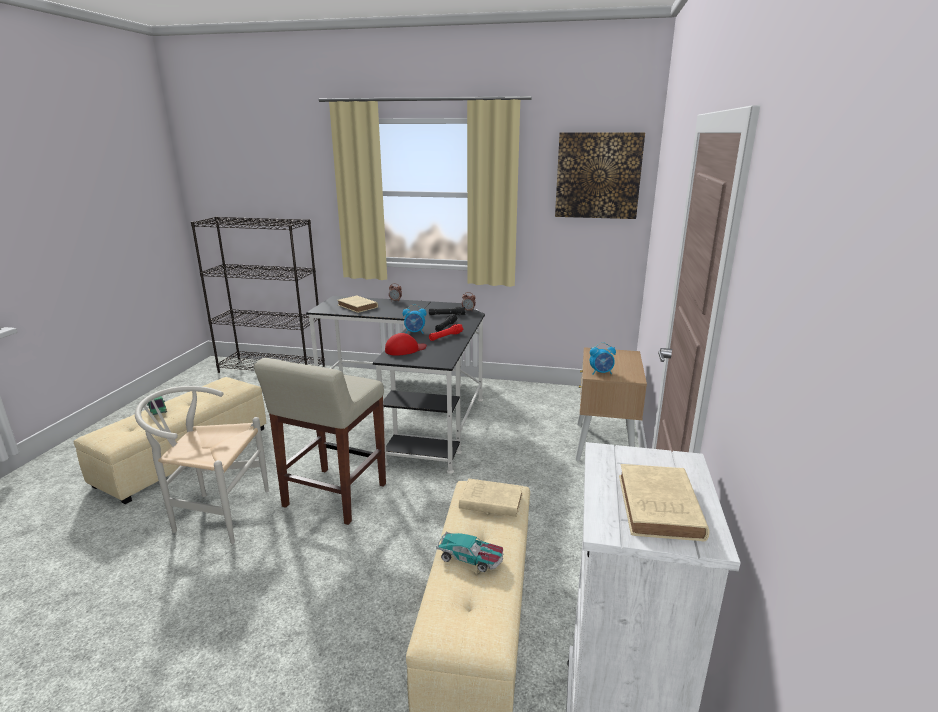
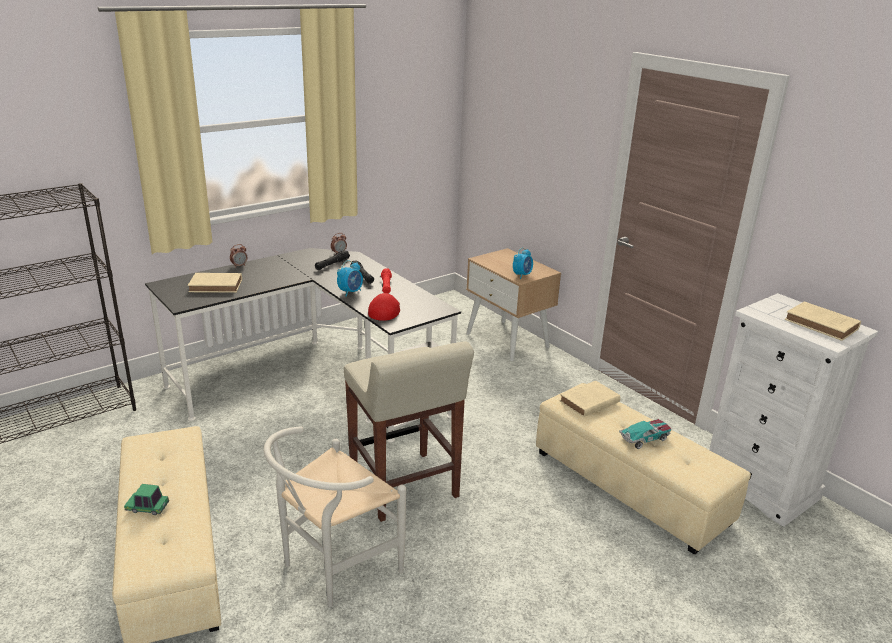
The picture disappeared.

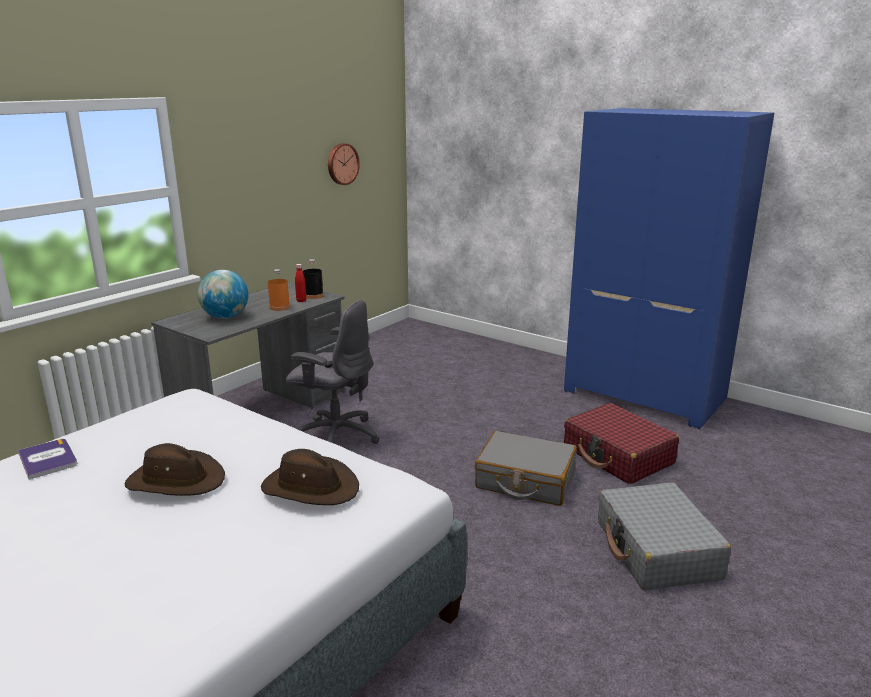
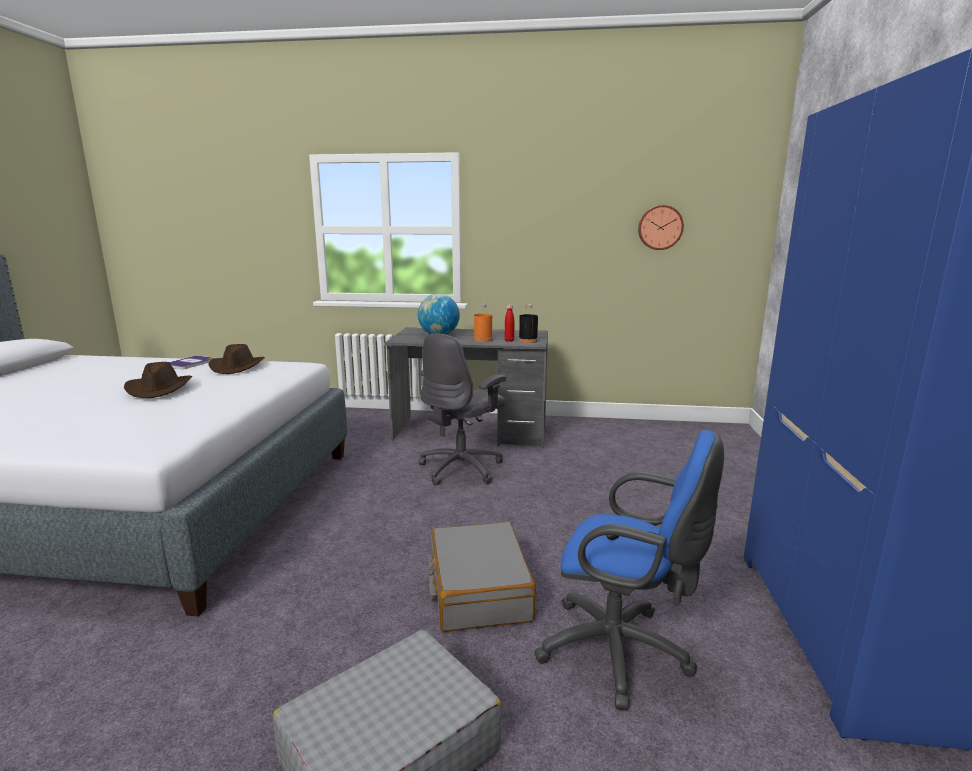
The brown hat (no. 2 from left) moved.
The red suitcase was replaced by the blue office chair.
The grey office chair turned 45 degrees clockwise.

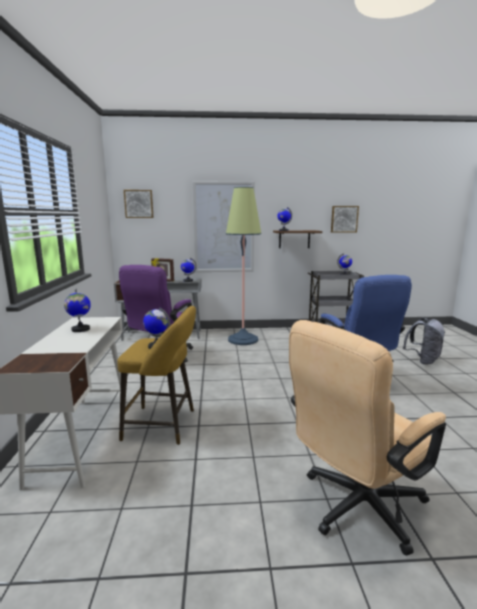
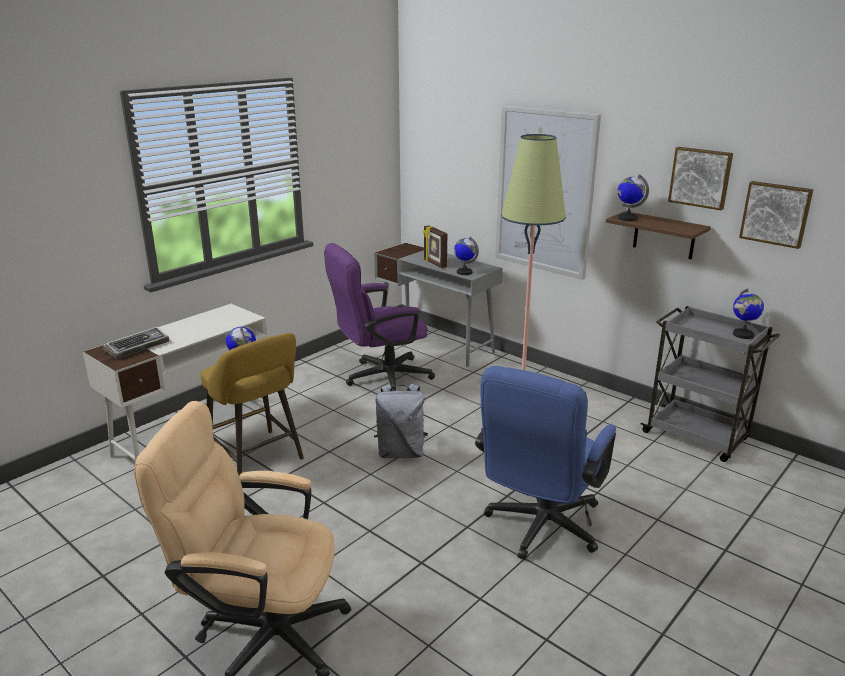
The globe (no. 1 from left) disappeared.
The keyboard appeared.
The picture (no. 1 from left in the first image) moved.
The grey backpack moved.

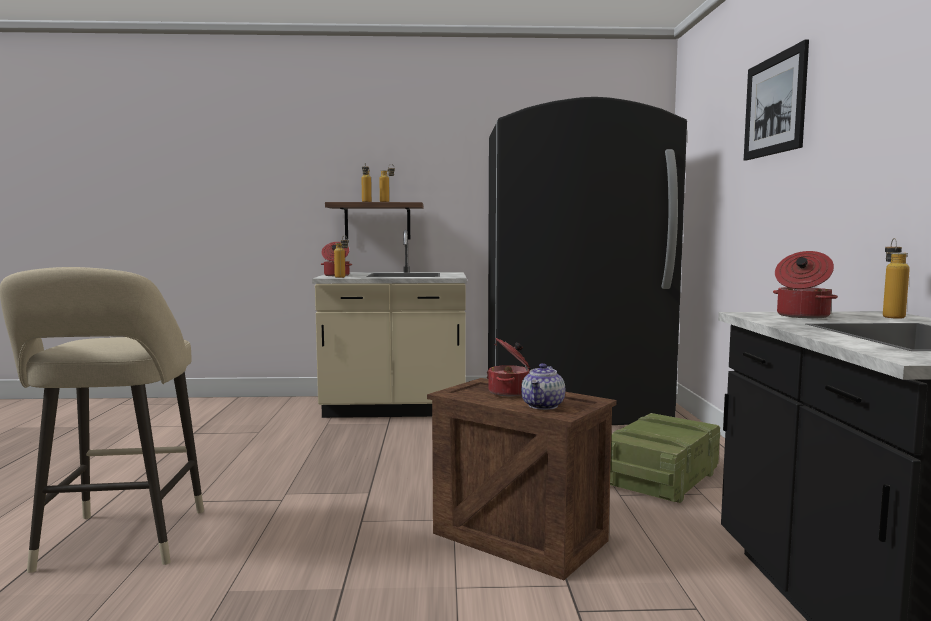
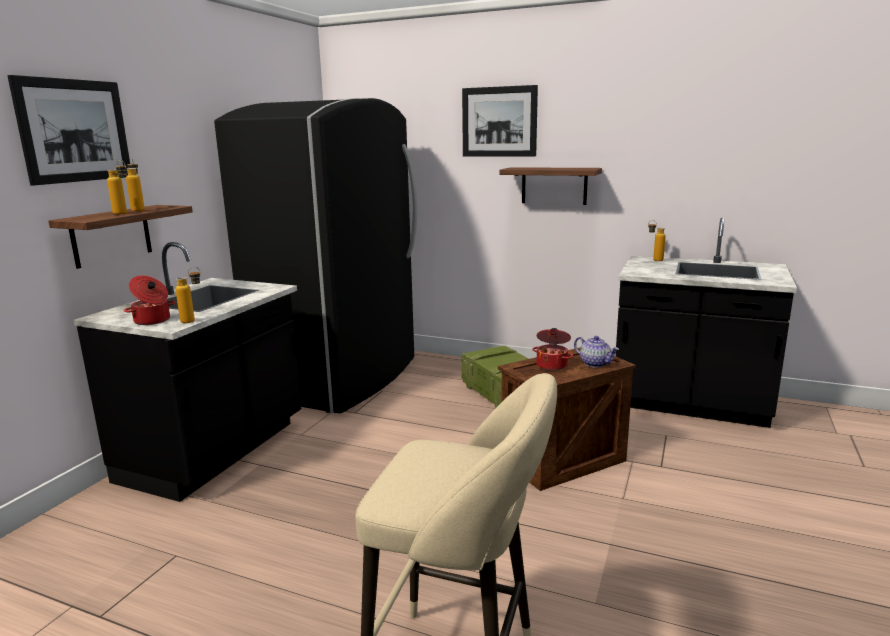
The cooking pot (no. 3 from left) disappeared.
The picture (no. 1 from left) appeared.
The shelf (no. 2 from left) appeared.
The beige counter became the black counter (no. 1 from left).

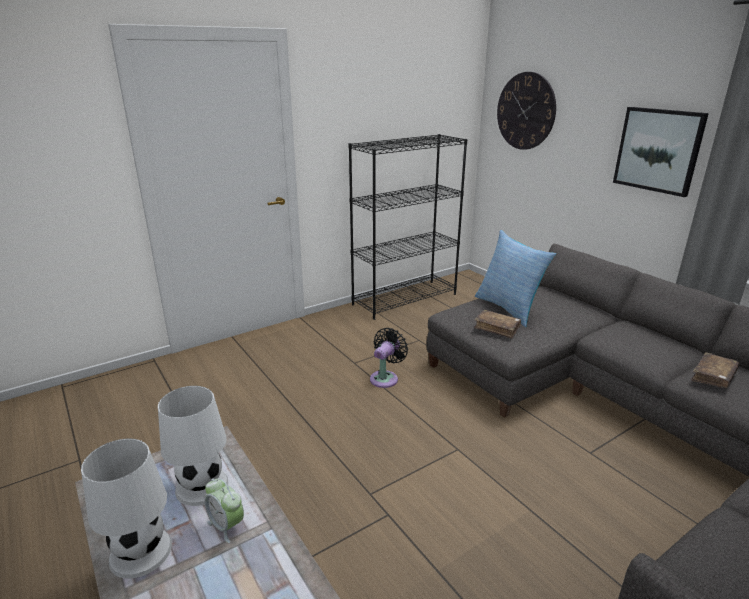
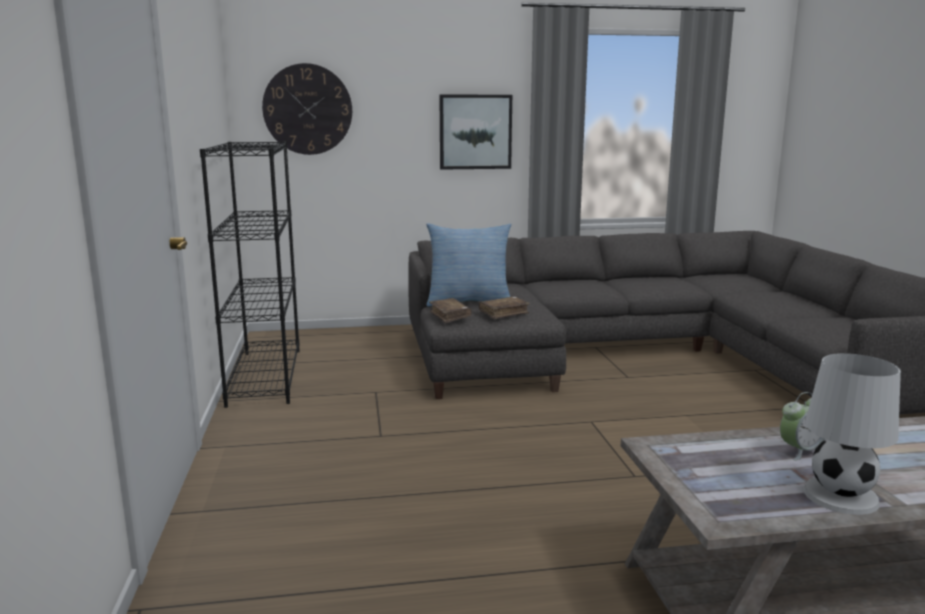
The white table lamp (no. 2 from left) disappeared.
The black fan disappeared.
The brown book (no. 2 from left in the first image) moved.

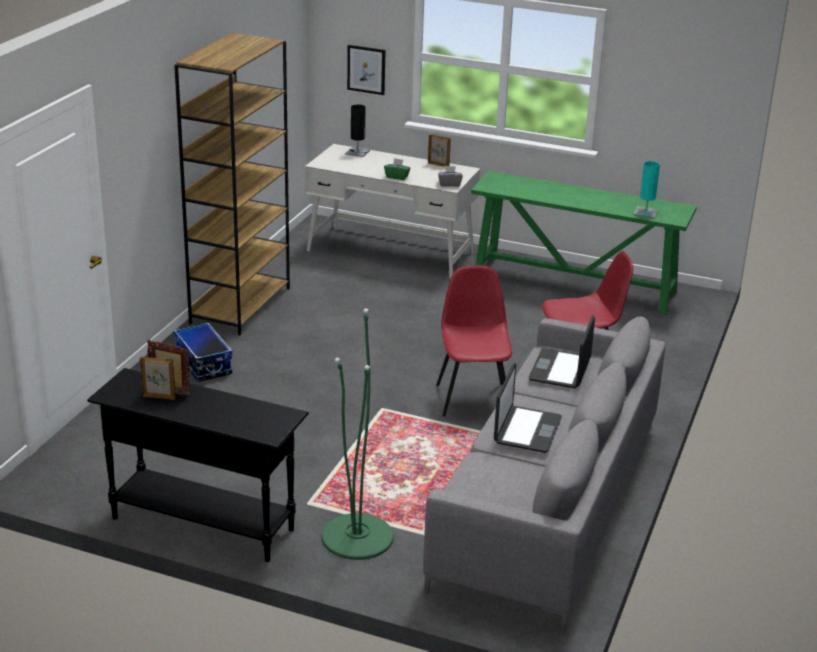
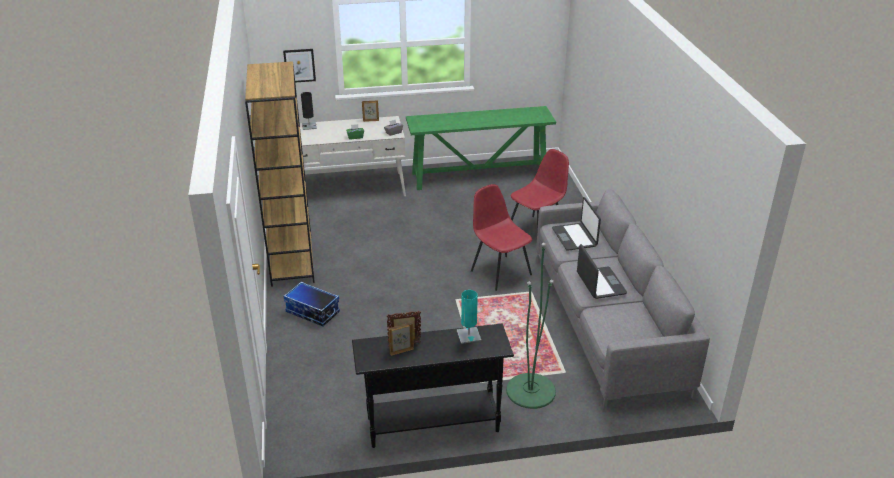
The turquoise table lamp moved.

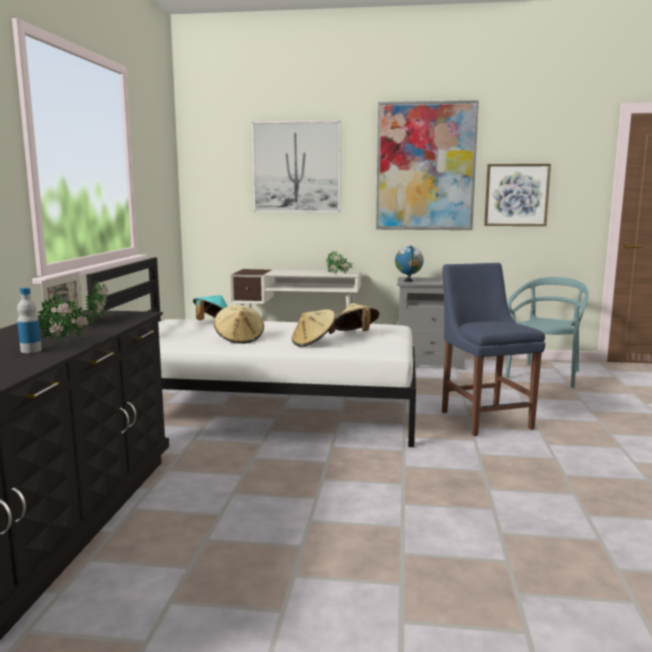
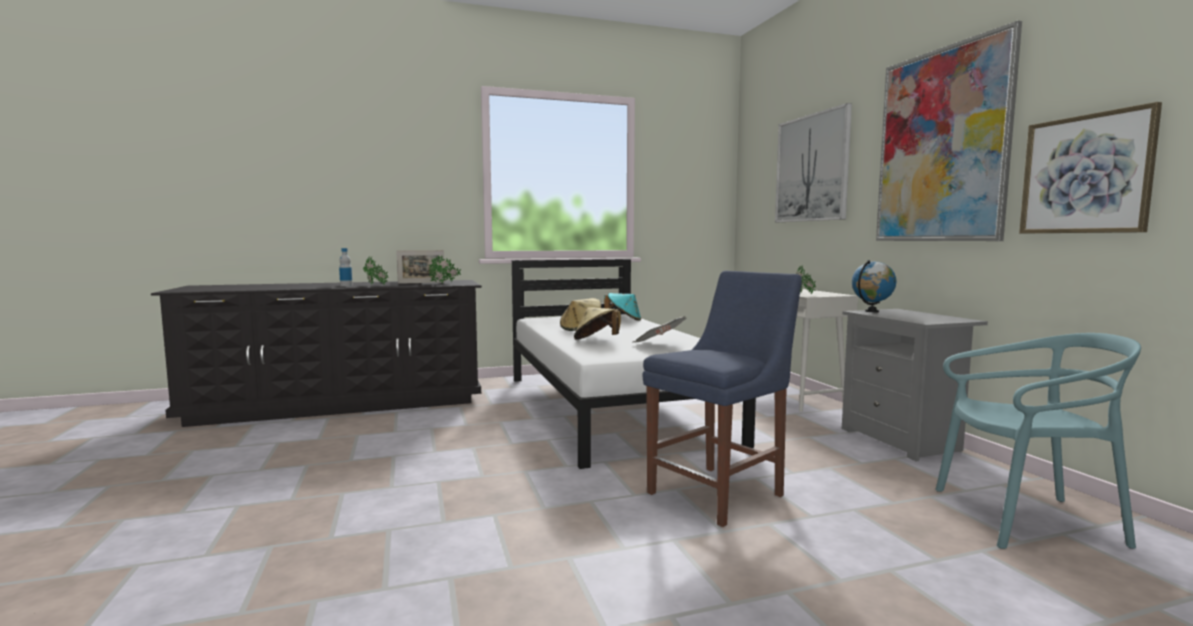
The beige hat (no. 3 from left) was replaced by the newspaper.

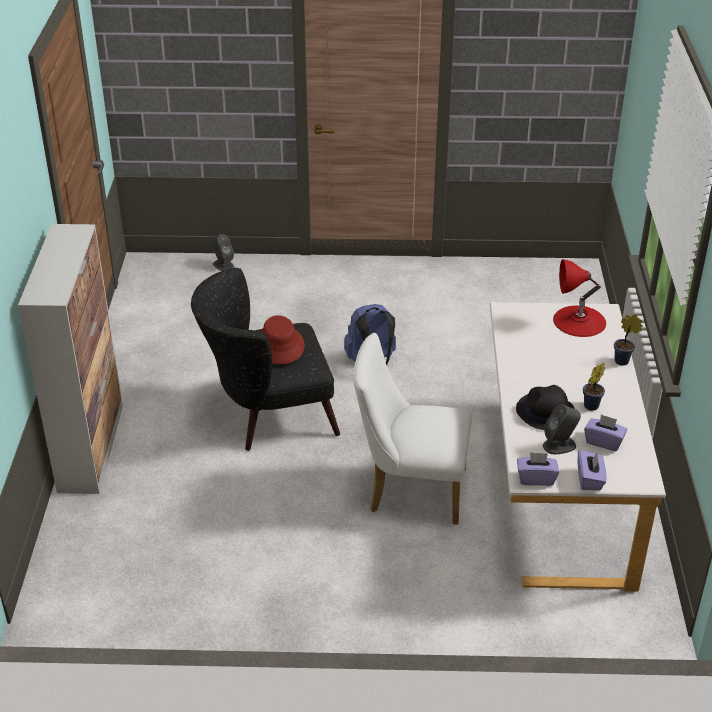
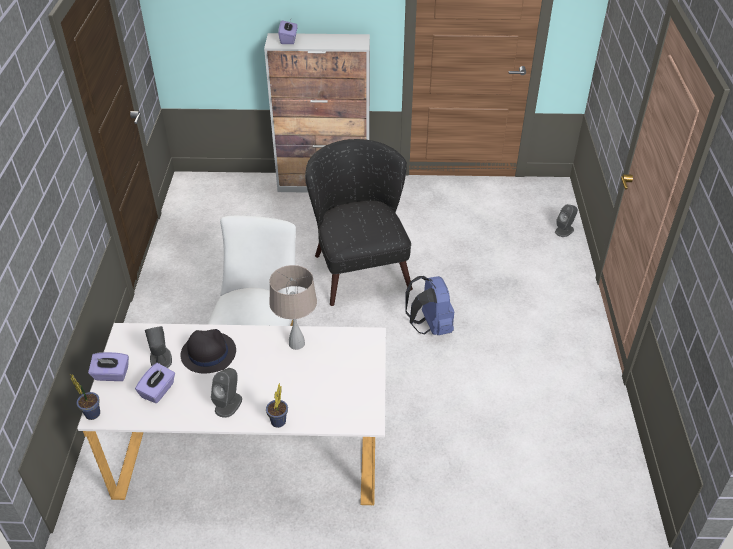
The red hat disappeared.
The red table lamp disappeared.
The grey speaker (no. 2 from left) appeared.
The beige table lamp appeared.
The purple tissue box (no. 1 from left in the first image) moved.
The potted plant (no. 1 from left) moved.

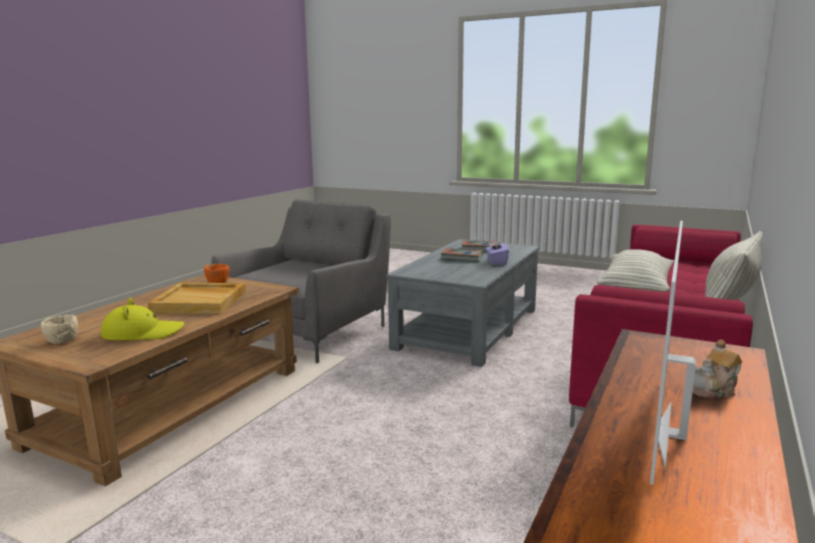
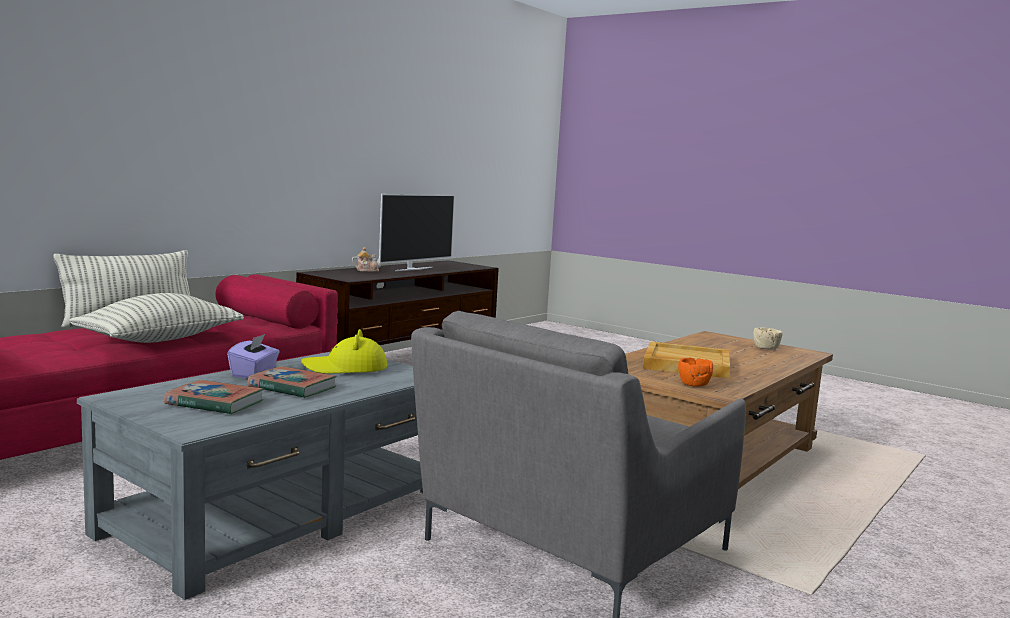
The yellow hat moved.

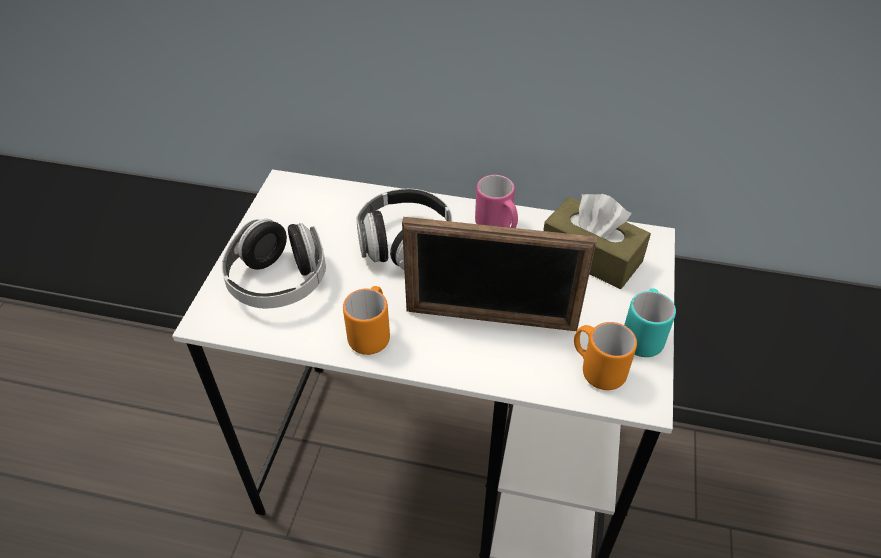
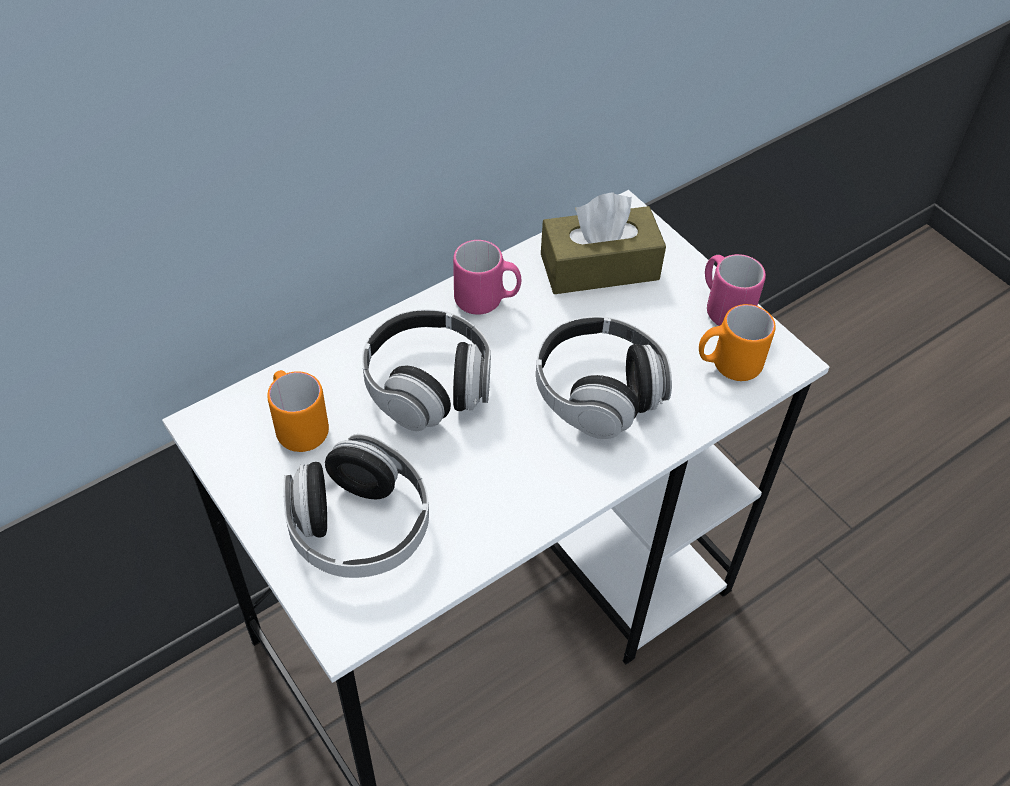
The orange mug (no. 1 from left) moved.
The picture frame was replaced by the headphones (no. 3 from left).
The turquoise mug became the pink mug (no. 2 from left).

